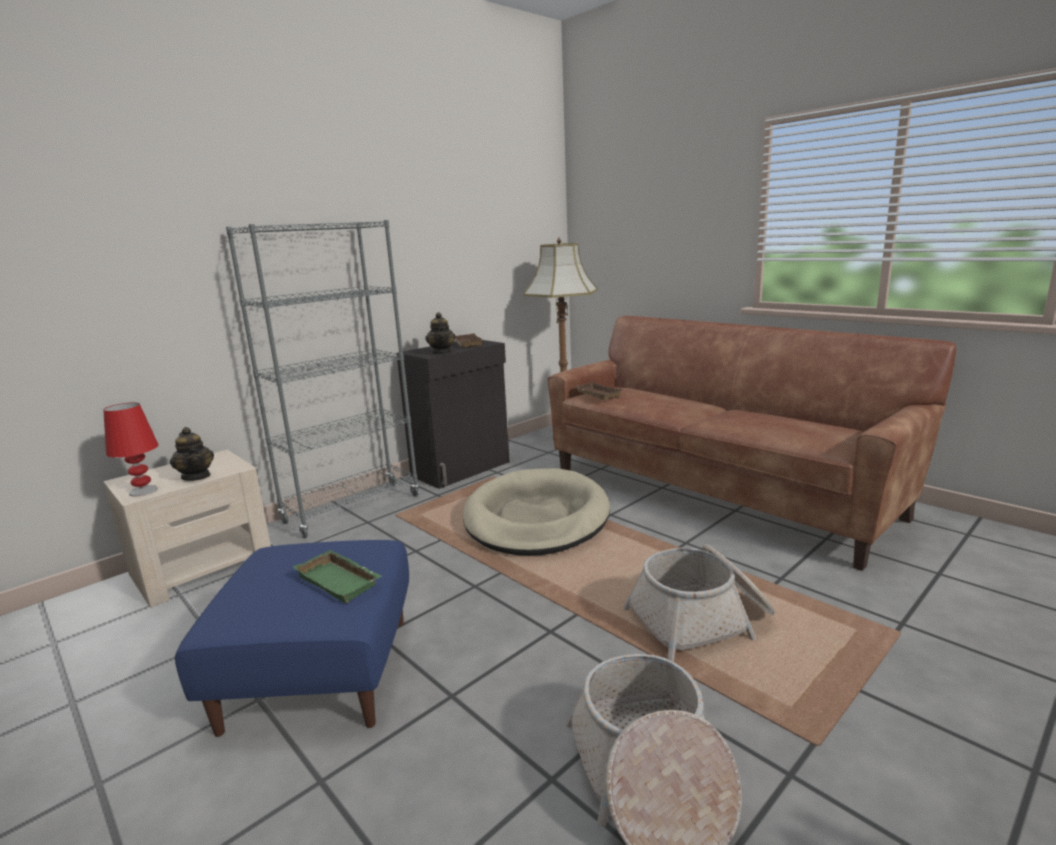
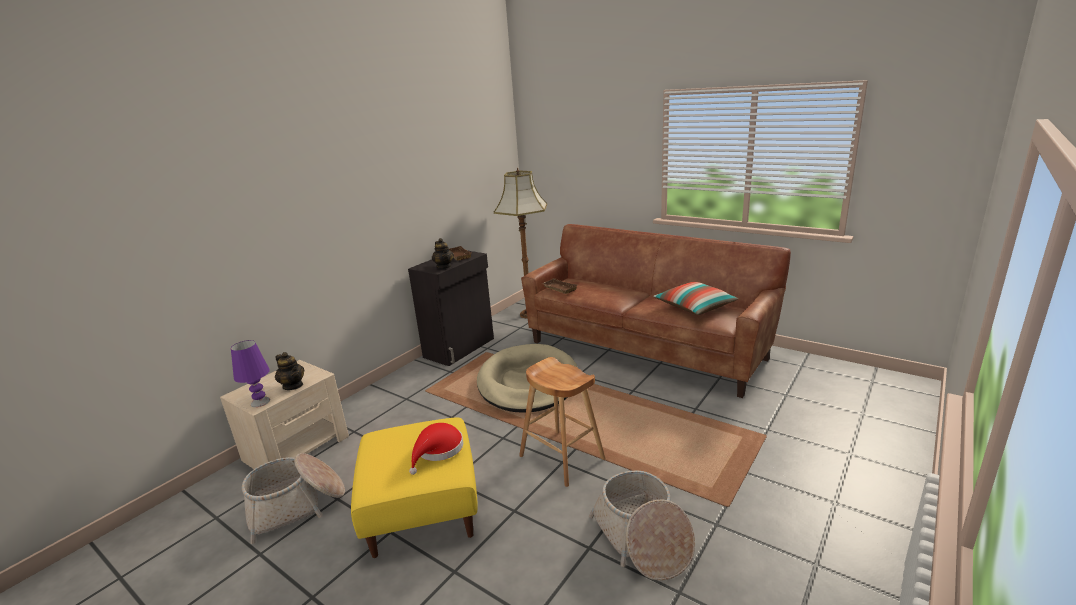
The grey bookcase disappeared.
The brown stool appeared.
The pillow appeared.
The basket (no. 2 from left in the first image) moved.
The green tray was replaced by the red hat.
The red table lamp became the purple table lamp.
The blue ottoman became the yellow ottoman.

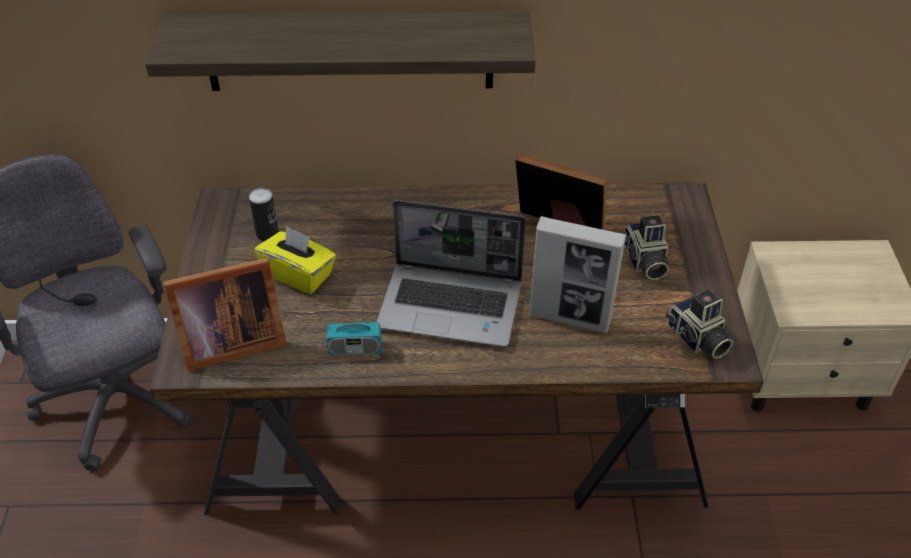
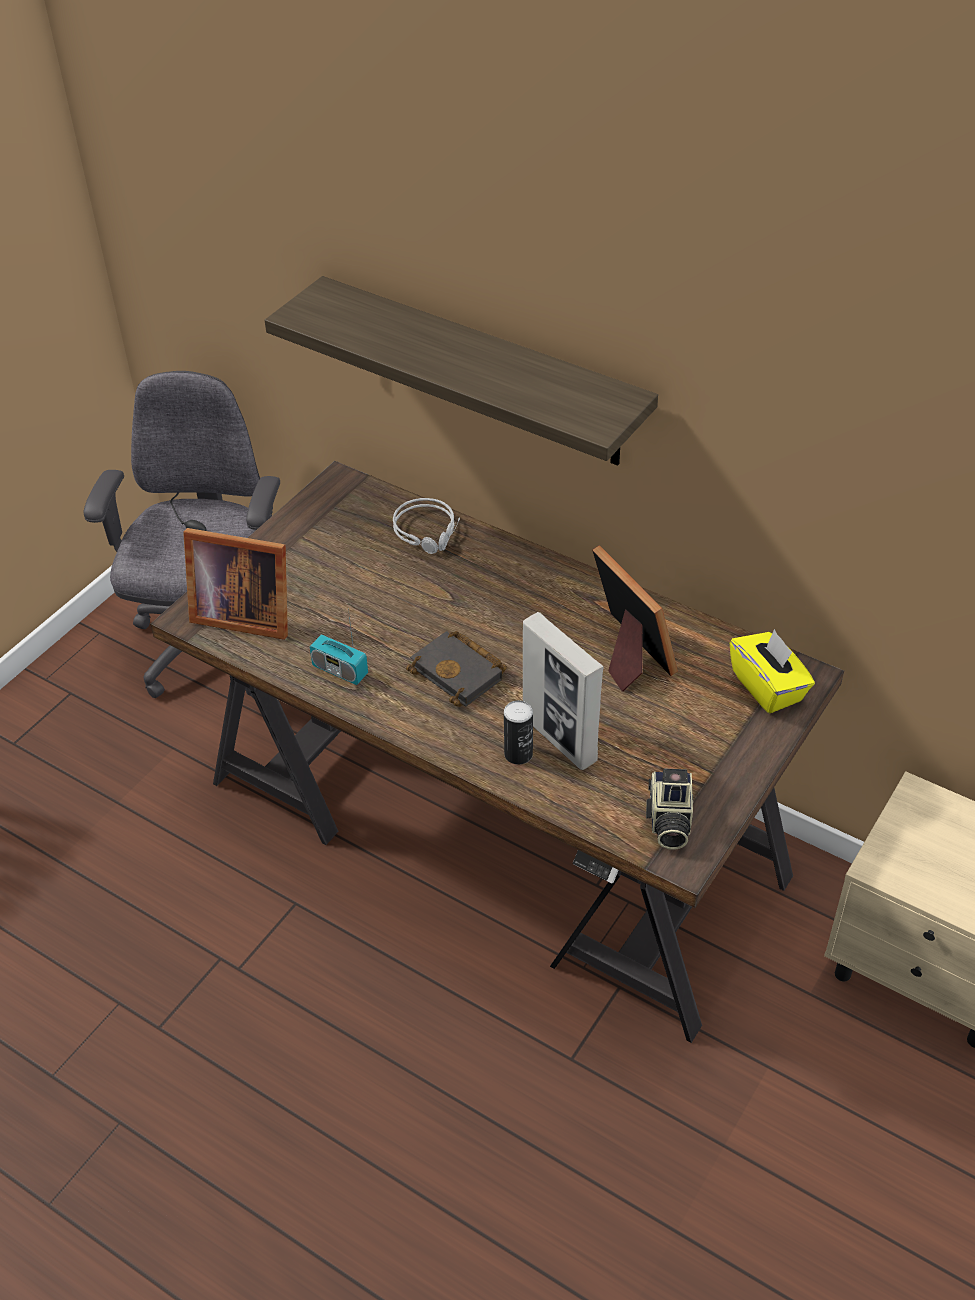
The photo camera (no. 1 from left) disappeared.
The grey headphones appeared.
The can moved.
The yellow tissue box moved.
The laptop was replaced by the black book.

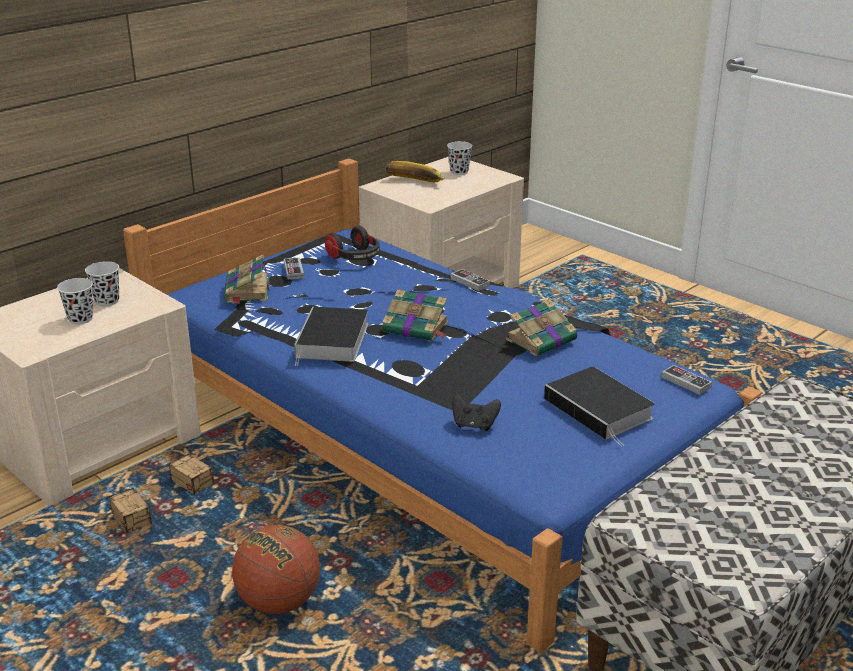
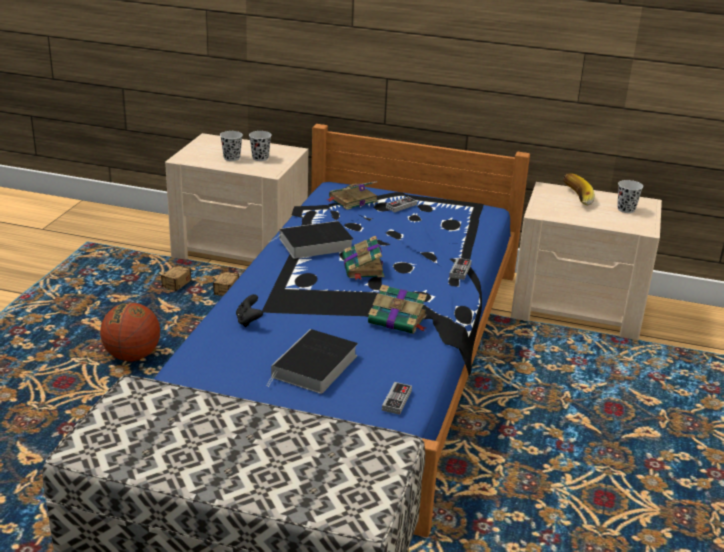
The headphones disappeared.

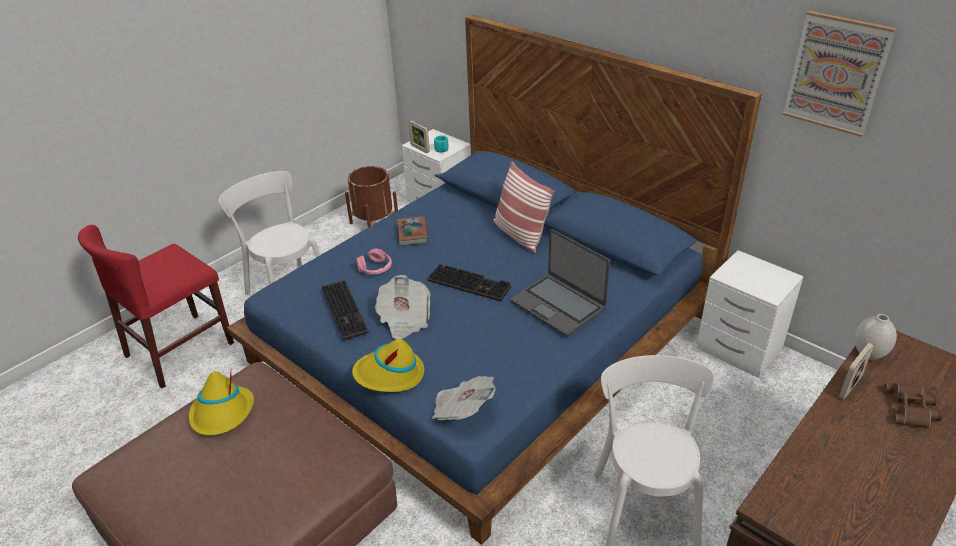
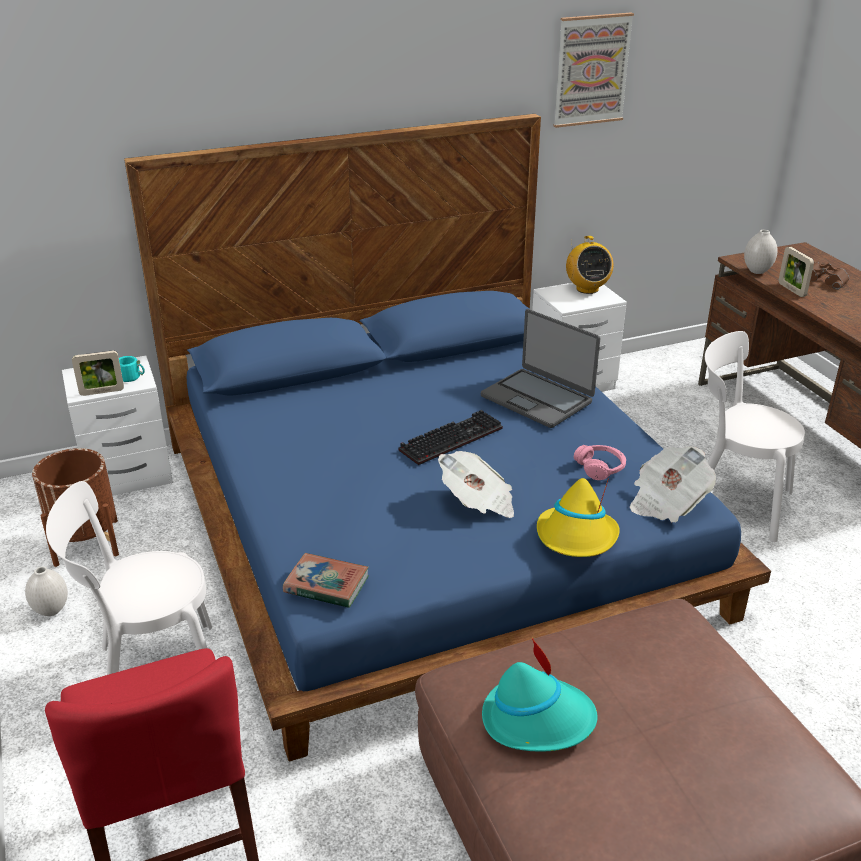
The keyboard (no. 1 from left) disappeared.
The pillow disappeared.
The white vase (no. 1 from left) appeared.
The radio appeared.
The pink headphones moved.
The book moved.
The yellow hat (no. 1 from left) became the turquoise hat.
The laptop turned 60 degrees clockwise.

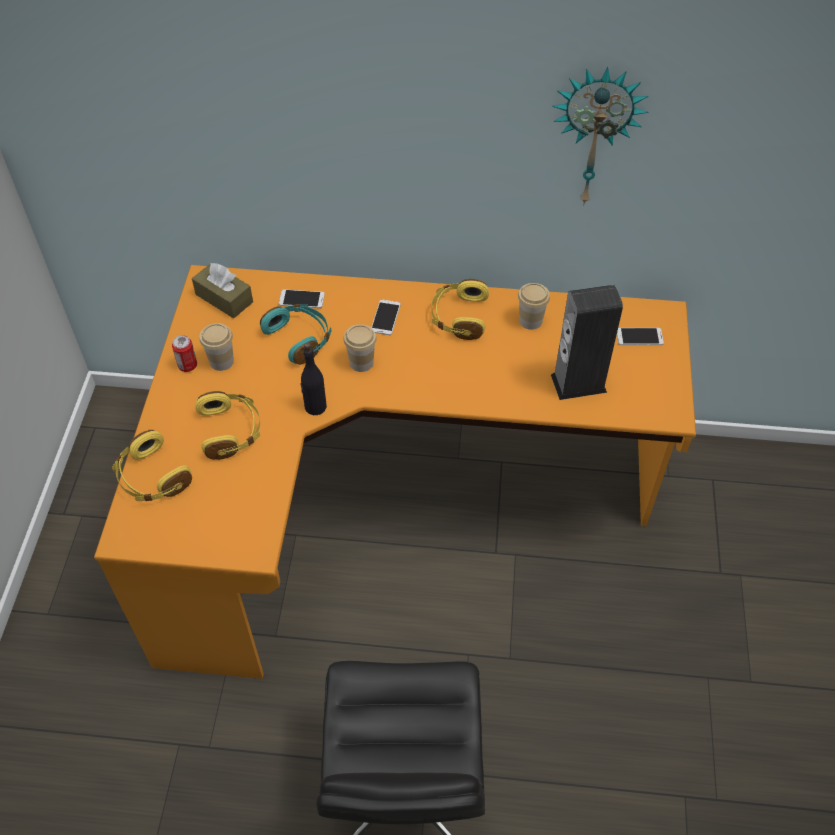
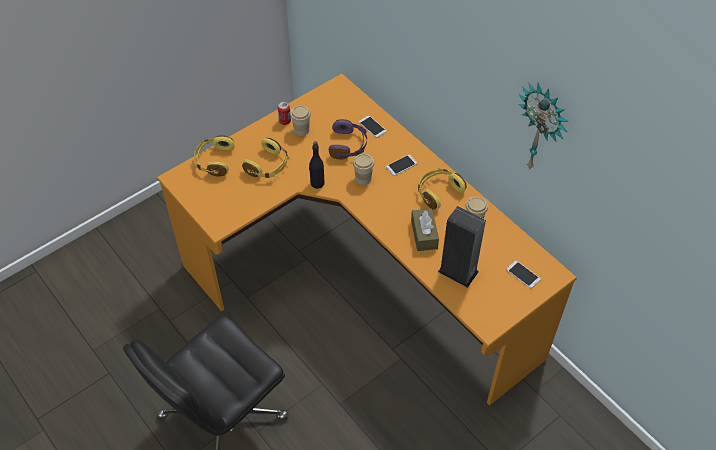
The brown tissue box moved.
The turquoise headphones became the purple headphones.

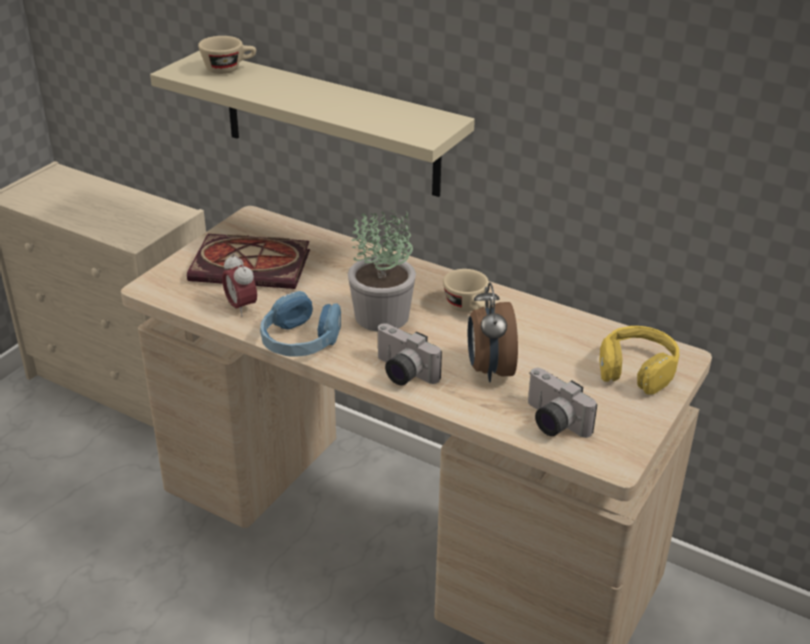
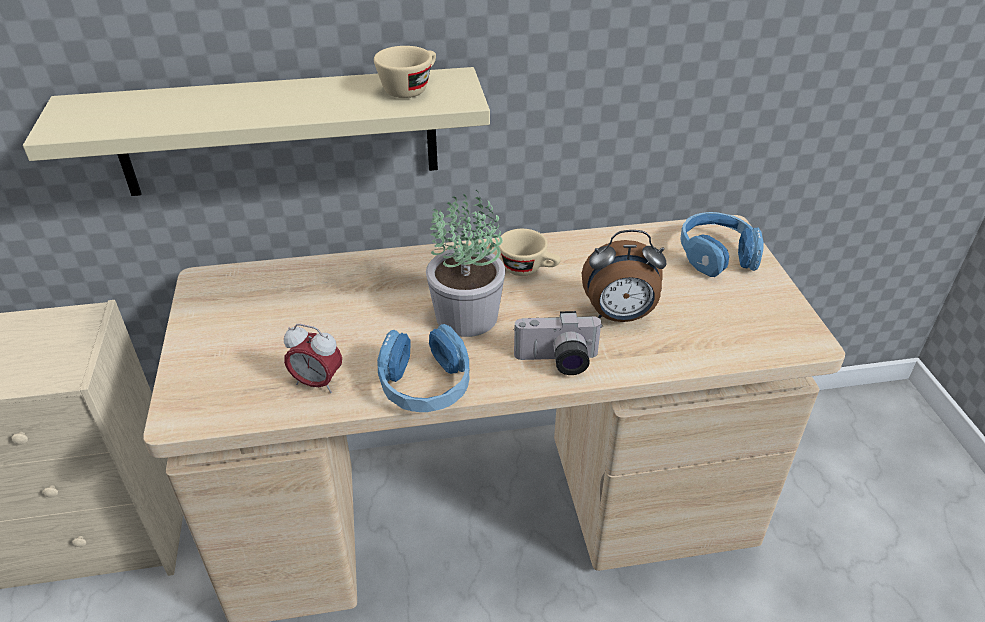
The book disappeared.
The photo camera (no. 2 from left) disappeared.
The beige cup (no. 1 from left) moved.
The yellow headphones became the blue headphones (no. 2 from left).
The alarm clock (no. 2 from left) turned 45 degrees counterclockwise.

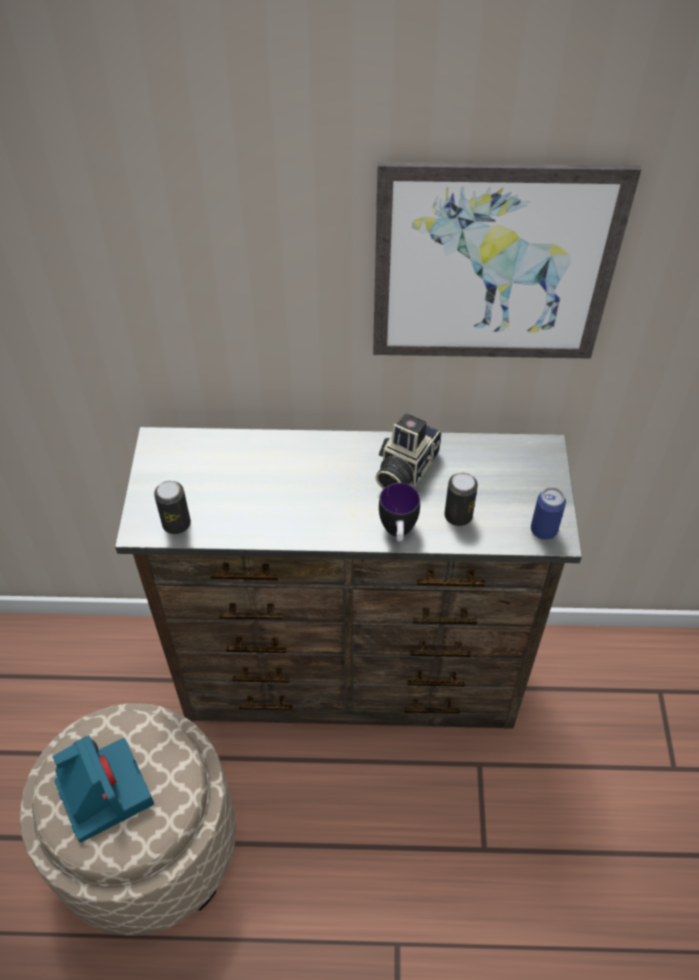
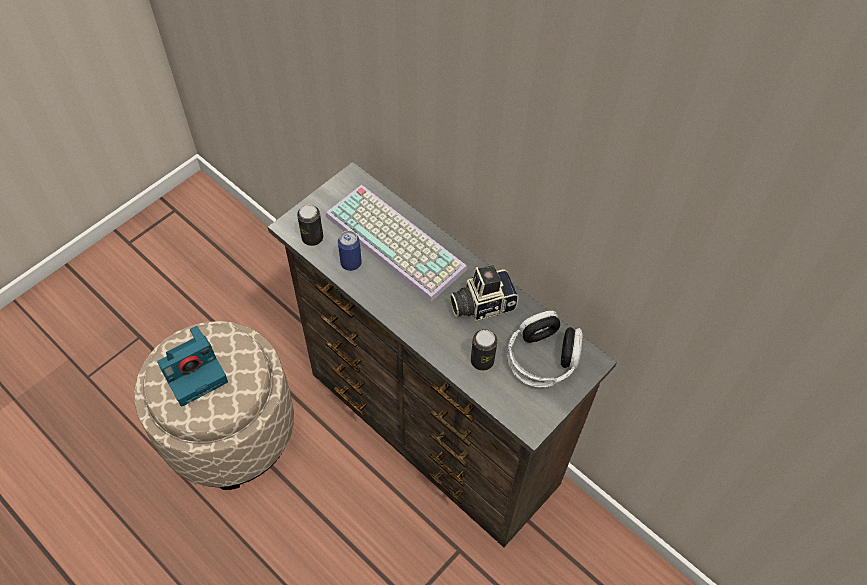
The picture disappeared.
The mug disappeared.
The keyboard appeared.
The headphones appeared.
The can (no. 3 from left in the first image) moved.
The photo camera (no. 1 from left) turned 45 degrees clockwise.

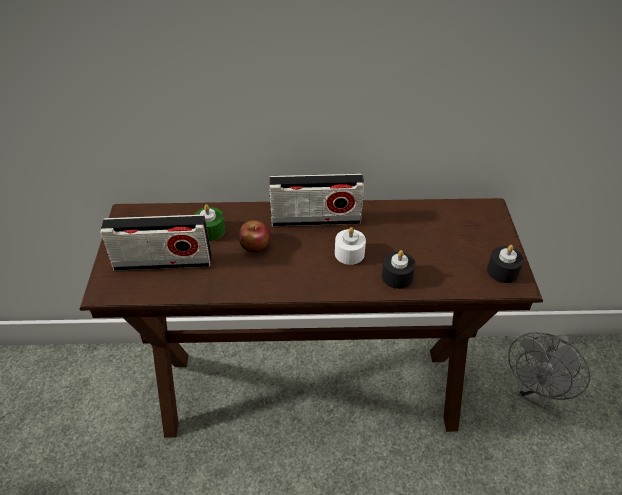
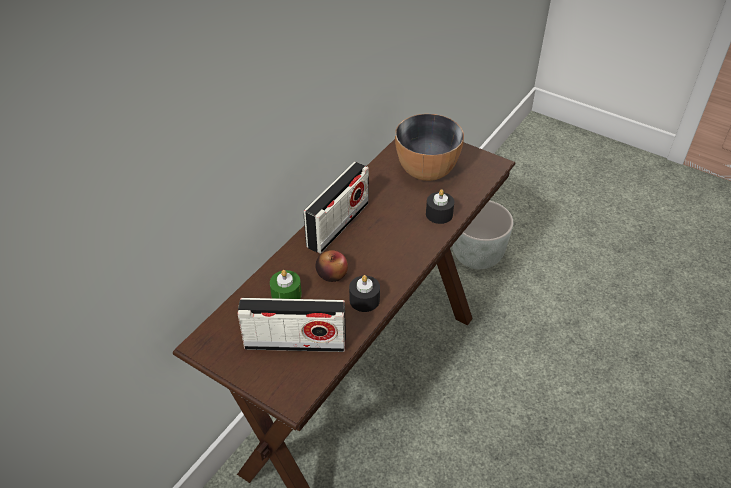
The white candle disappeared.
The bowl appeared.
The black candle (no. 2 from left in the first image) moved.
The grey fan was replaced by the grey planter.
The radio (no. 1 from left) turned 60 degrees clockwise.

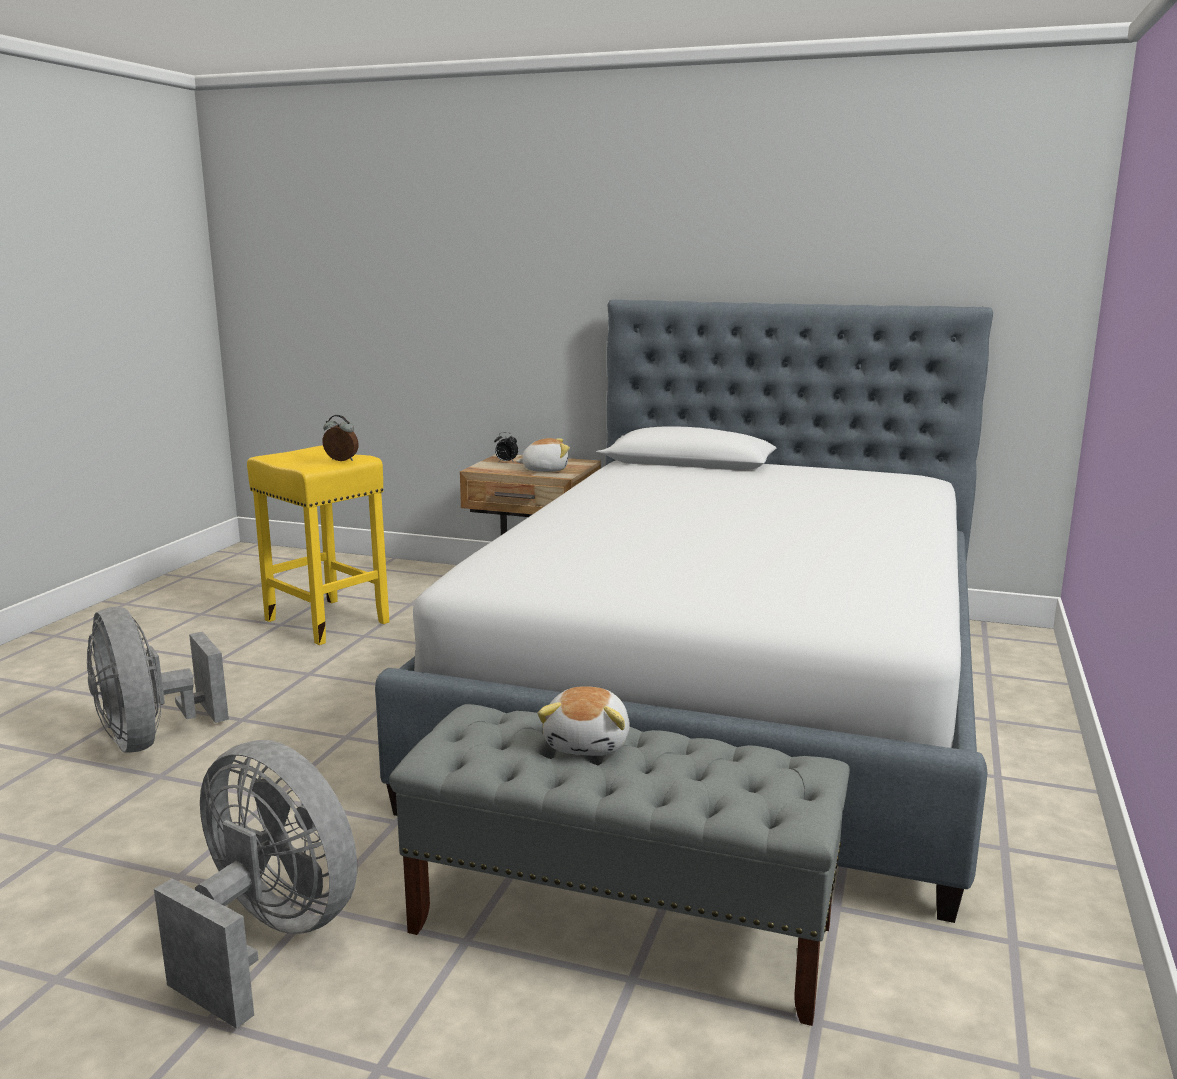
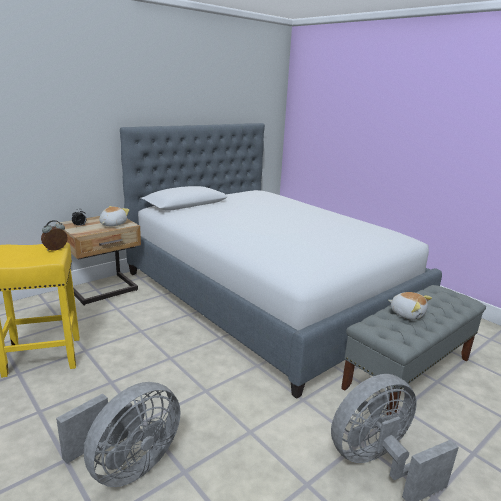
The grey fan (no. 1 from left) turned 45 degrees counterclockwise.

